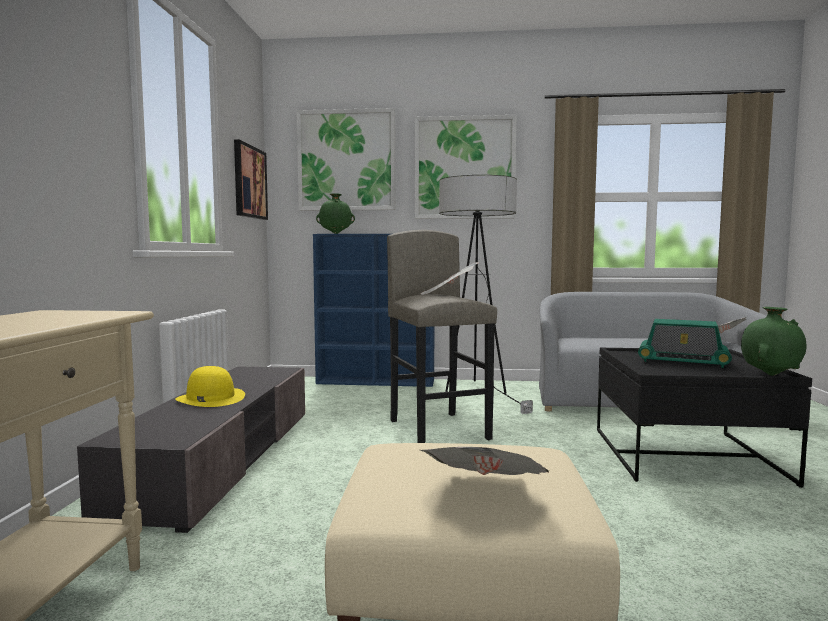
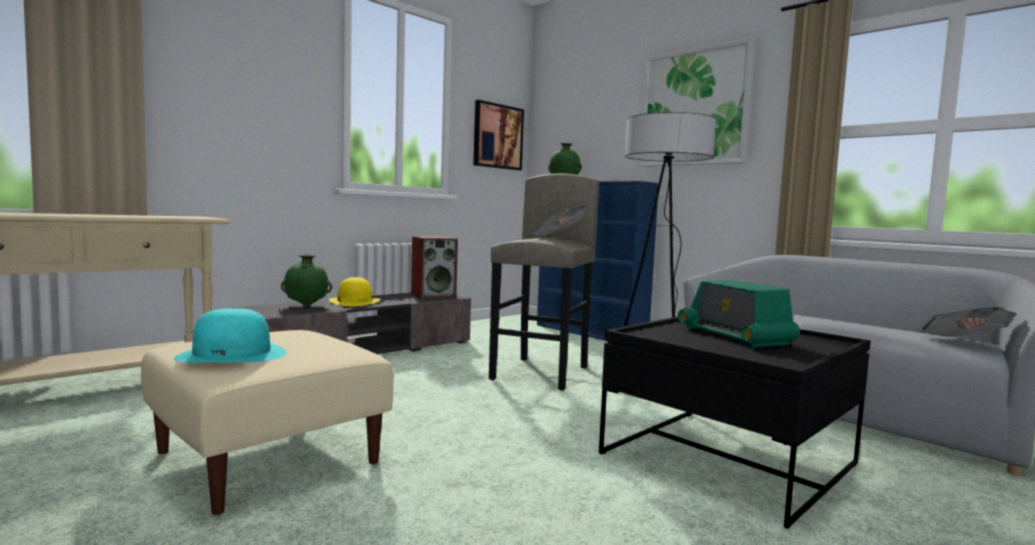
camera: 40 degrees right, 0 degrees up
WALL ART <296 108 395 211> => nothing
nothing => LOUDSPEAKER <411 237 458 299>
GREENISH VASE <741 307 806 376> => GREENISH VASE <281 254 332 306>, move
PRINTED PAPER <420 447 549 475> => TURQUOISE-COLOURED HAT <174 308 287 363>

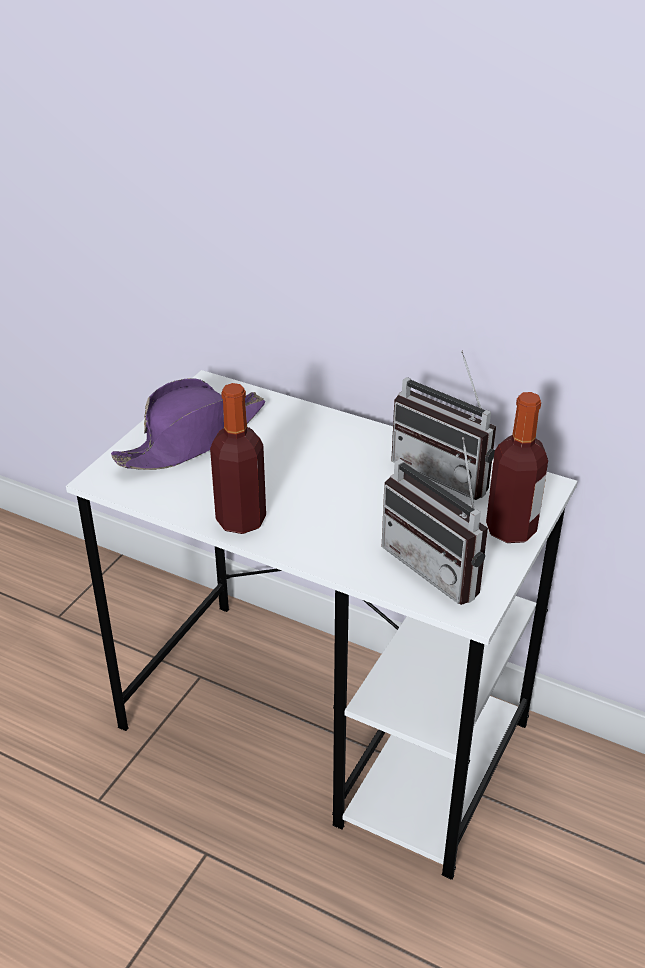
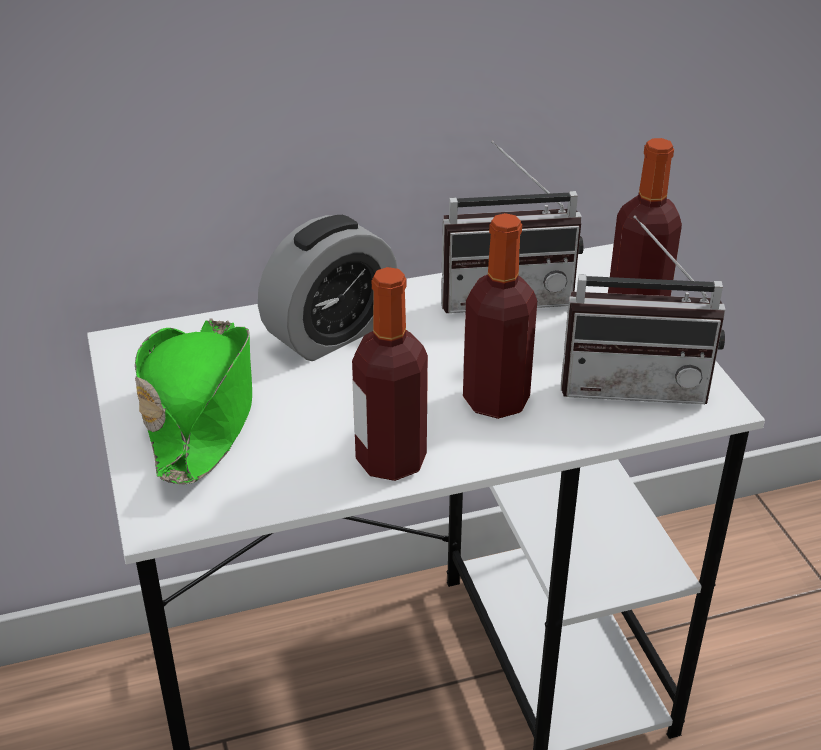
camera: 45 degrees left, 0 degrees up
nothing => TABLE CLOCK <258 215 397 361>
nothing => BEVERAGE BOTTLE <463 213 537 419>
PURPLE HAT <111 378 265 470> => GREENISH HAT <135 319 252 484>

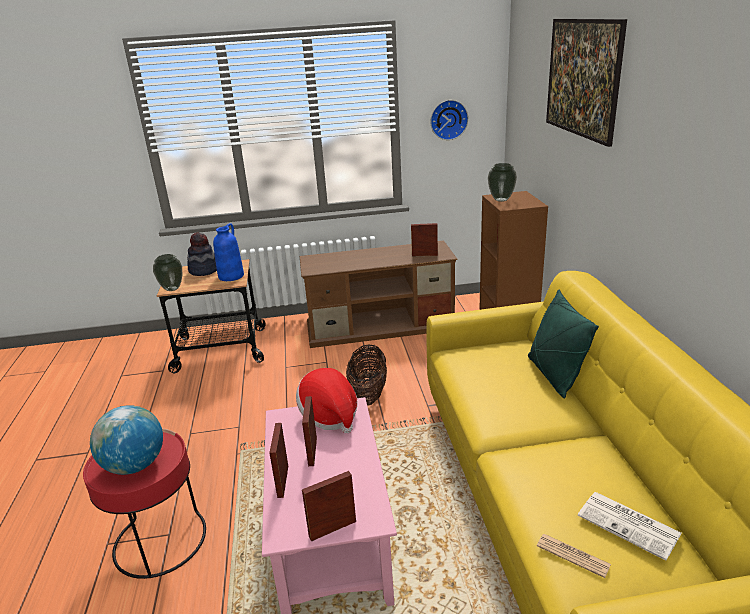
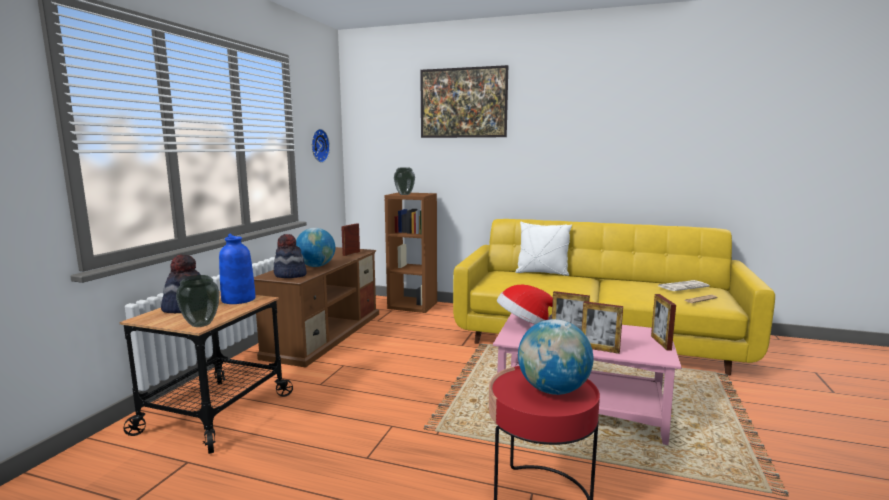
camera: 65 degrees left, 15 degrees down
STORAGE BASKET <346 345 387 406> => nothing
nothing => HAT <273 234 307 278>
nothing => DESK GLOBE <296 228 335 267>
GREENISH PILLOW <528 290 599 398> => WHITE-COLOURED PILLOW <515 221 572 276>

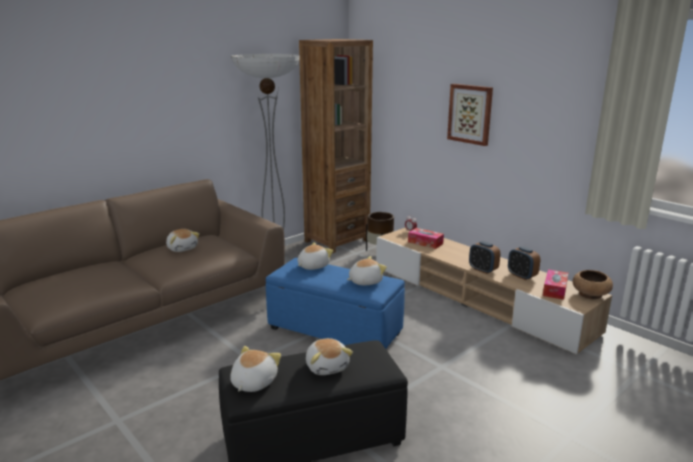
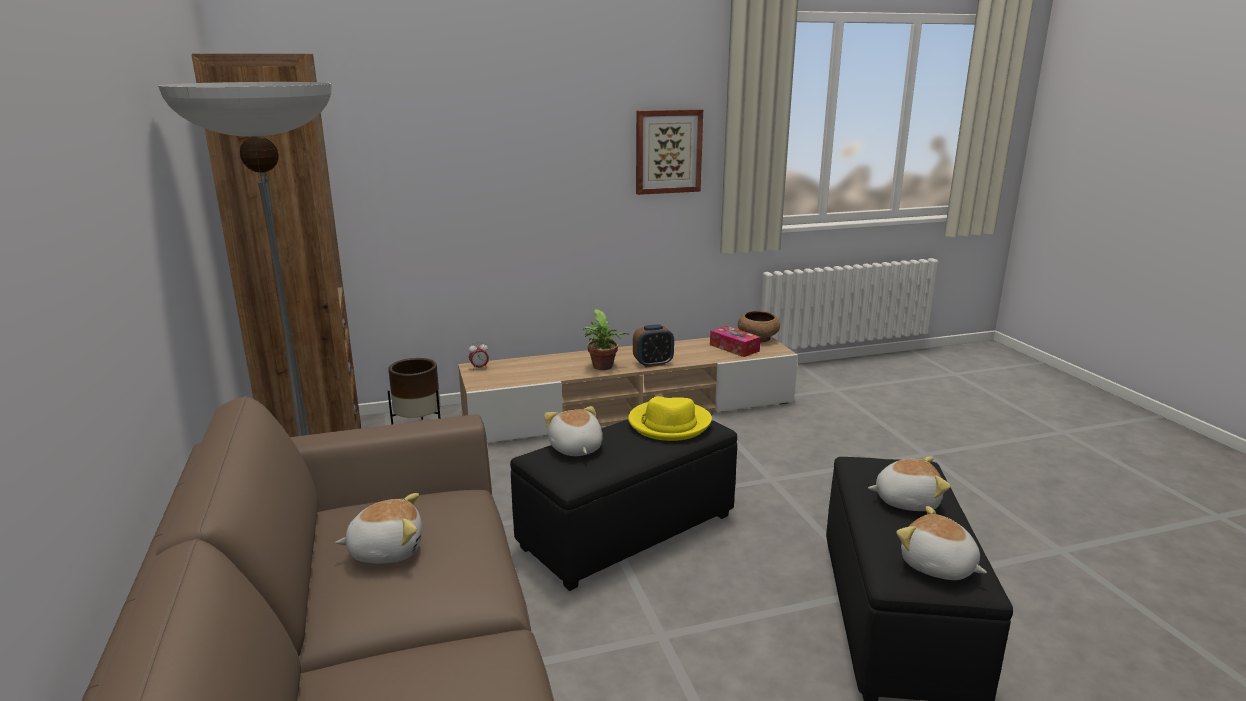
camera: 65 degrees left, 0 degrees up
TISSUE BOX <408 228 444 249> => nothing
TABLE CLOCK <508 246 540 280> => nothing
nothing => HOUSEPLANT <583 309 629 370>
WALL ART <447 84 493 146> => WALL ART <636 109 703 195>, move
CUDDLY TOY <347 256 387 285> => YELLOW-COLOURED HAT <628 396 712 441>
BLUISH FOOTREST <266 258 405 349> => BLACK-COLOURED FOOTREST <510 419 737 591>

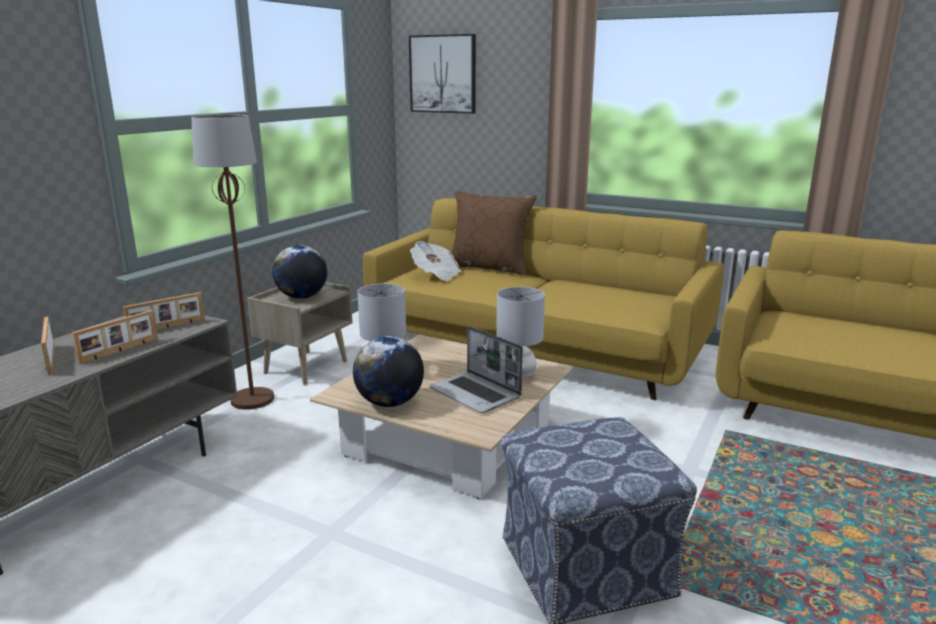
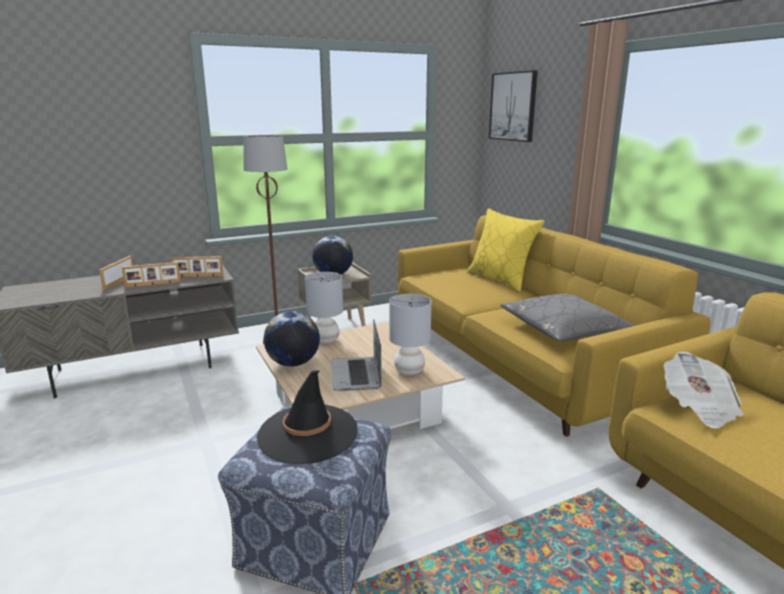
camera: 35 degrees right, 0 degrees up
nothing => BLACK-COLOURED HAT <257 370 358 464>
nothing => GREY PILLOW <500 294 635 341>
PRINTED PAPER <410 241 461 281> => PRINTED PAPER <663 352 744 429>, move
BROWN-COLOURED PILLOW <451 190 537 276> => YELLOW-COLOURED PILLOW <466 208 545 292>

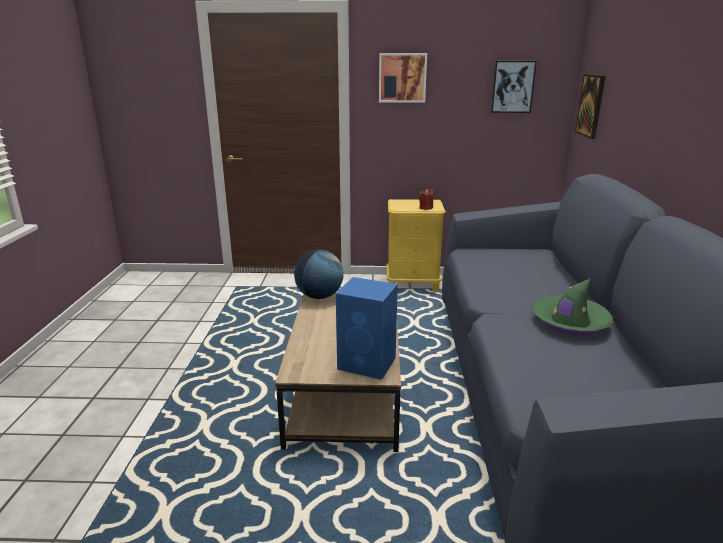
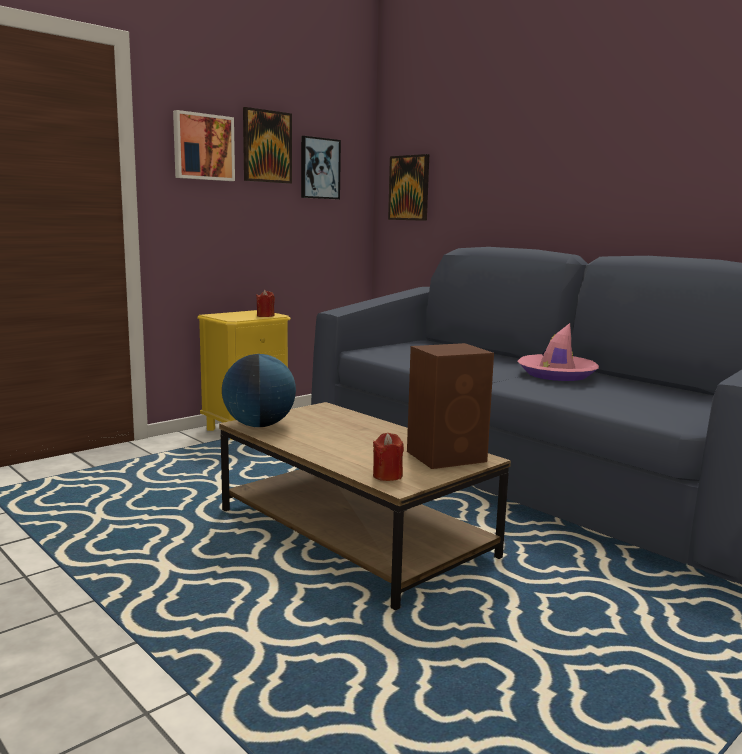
camera: 45 degrees left, 10 degrees down
nothing => WALL ART <243 107 292 184>
nothing => RED WAX LIGHT <373 433 404 481>
BLUISH LOUDSPEAKER <336 277 398 380> => BROWN-COLOURED LOUDSPEAKER <407 343 494 469>
GREENISH HAT <532 278 613 336> => PINK HAT <517 323 599 381>

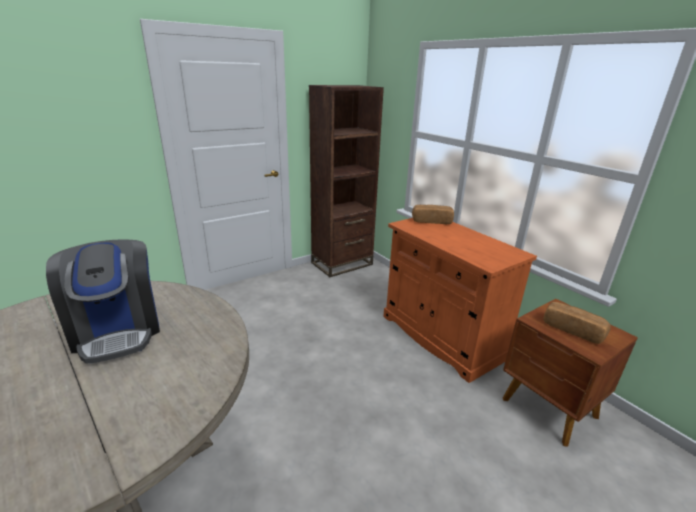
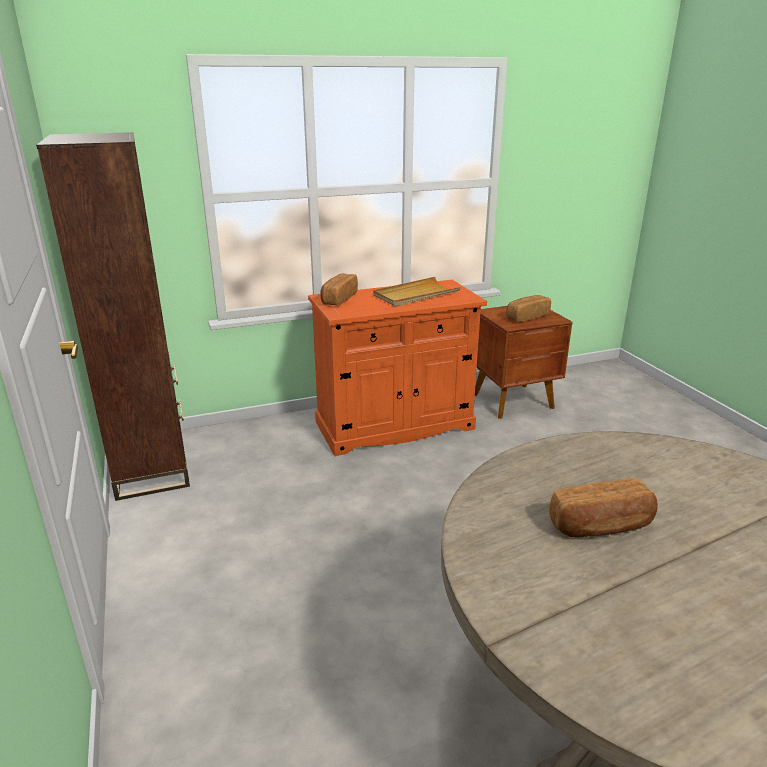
camera: 75 degrees left, 0 degrees up
nothing => SAND-COLOURED SERVING TRAY <373 277 461 307>
COFFEE MACHINE <46 239 160 364> => BAKERY BREAD <549 478 658 537>

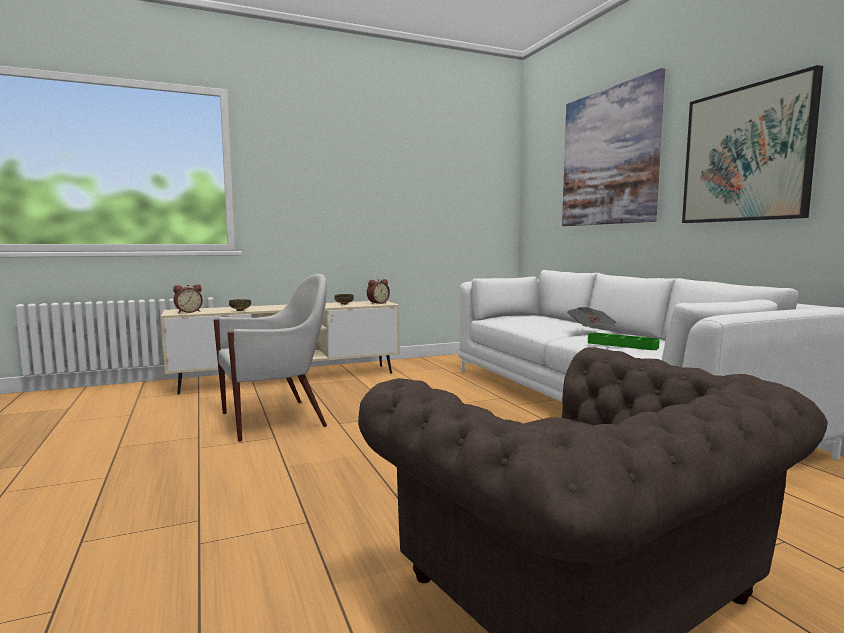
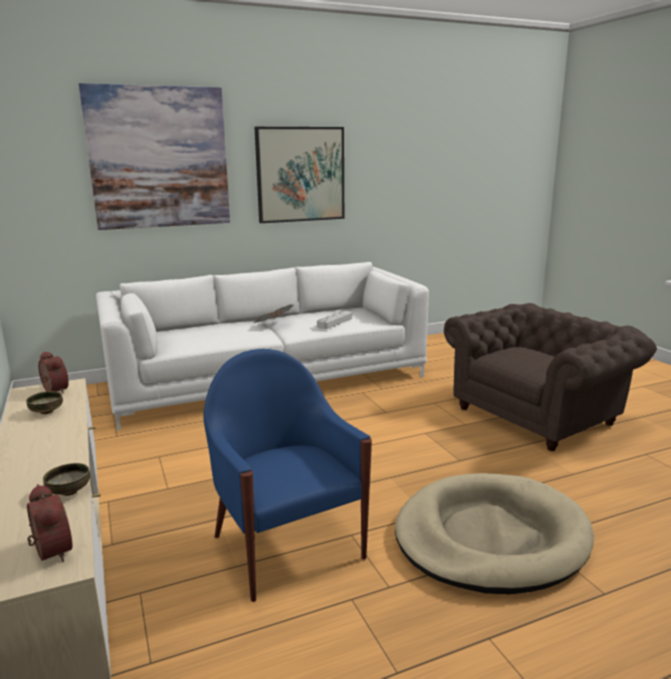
camera: 90 degrees left, 10 degrees up
nothing => SAND-COLOURED PET BED <395 473 594 594>
WHITE-COLOURED ARMCHAIR <214 274 327 441> => BLUISH ARMCHAIR <203 349 372 602>
GREENISH SERVING TRAY <588 333 660 350> => GREY SERVING TRAY <317 311 352 329>

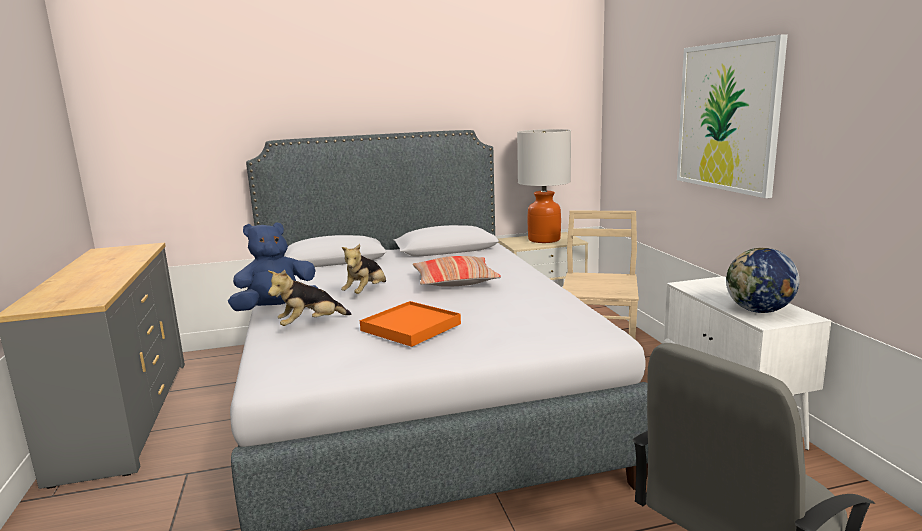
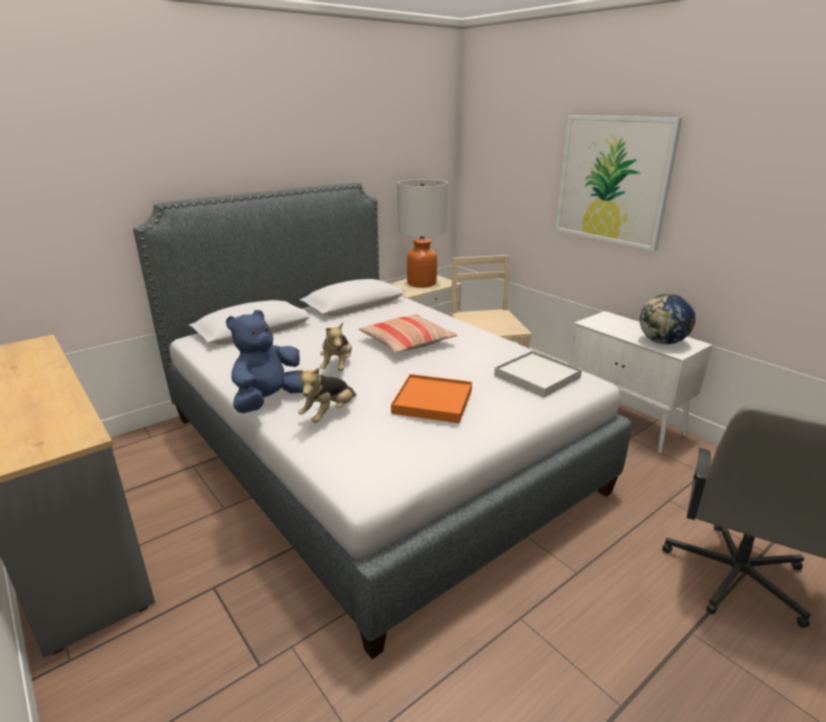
camera: 25 degrees left, 10 degrees up
nothing => WHITE-COLOURED SERVING TRAY <494 351 582 397>

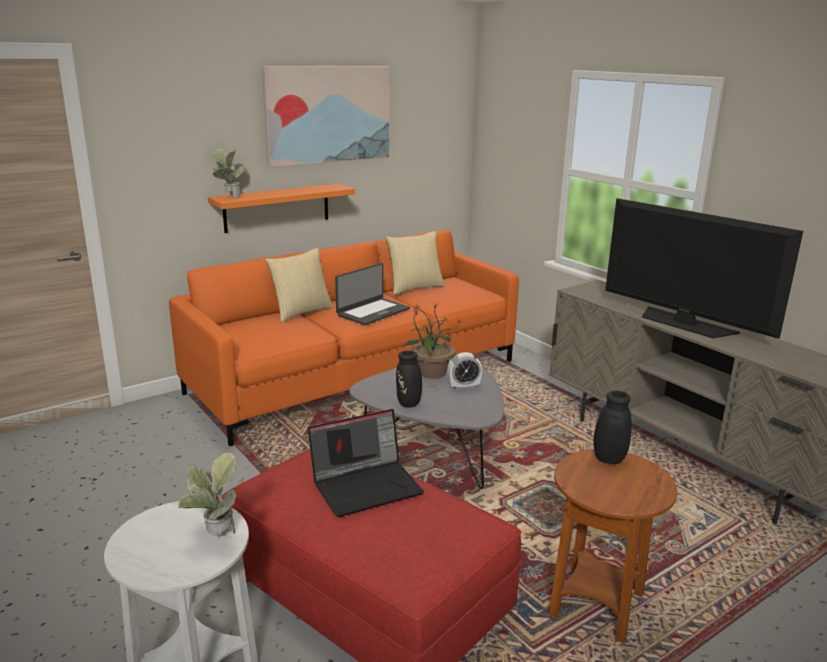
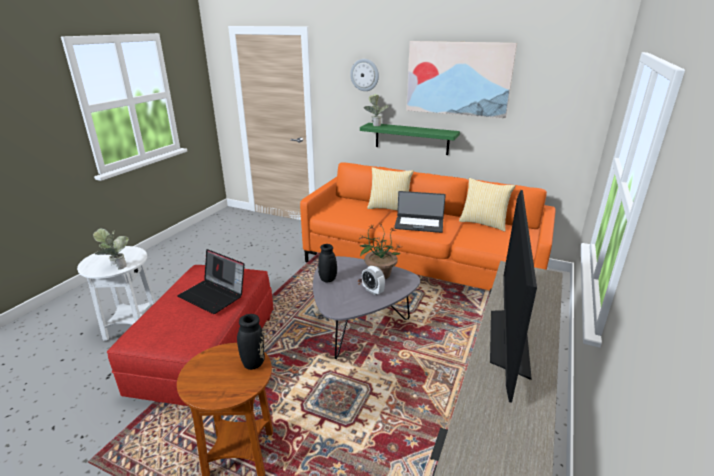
camera: 60 degrees right, 5 degrees up
nothing => CLOCK ON THE WALL <350 59 379 91>
ORANGE BRACKET SHELF <208 184 355 233> => GREENISH BRACKET SHELF <360 123 460 155>

